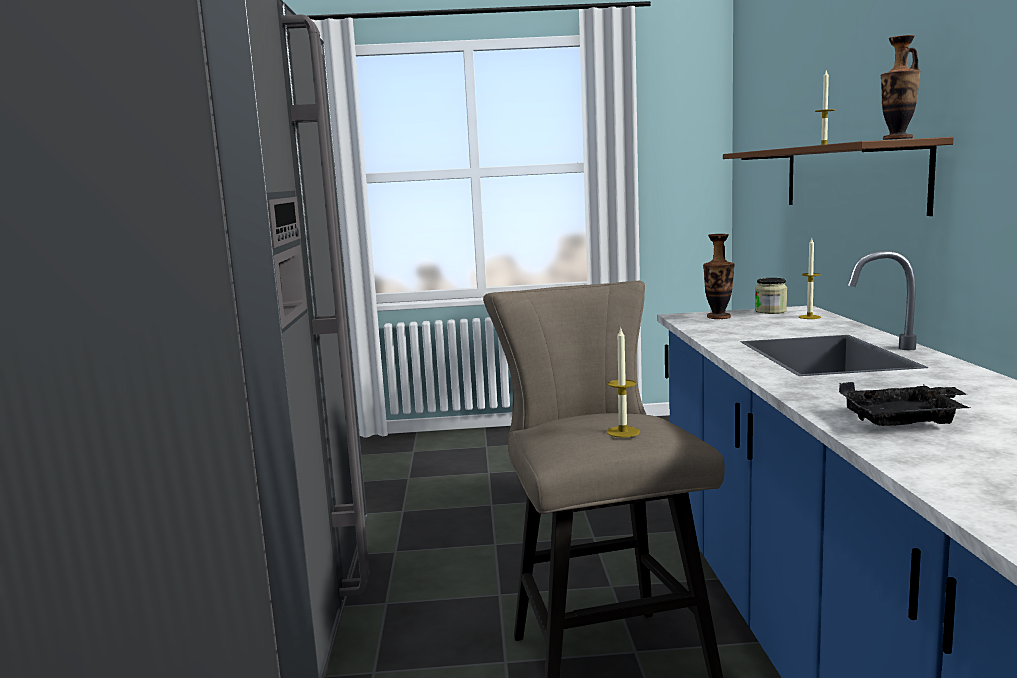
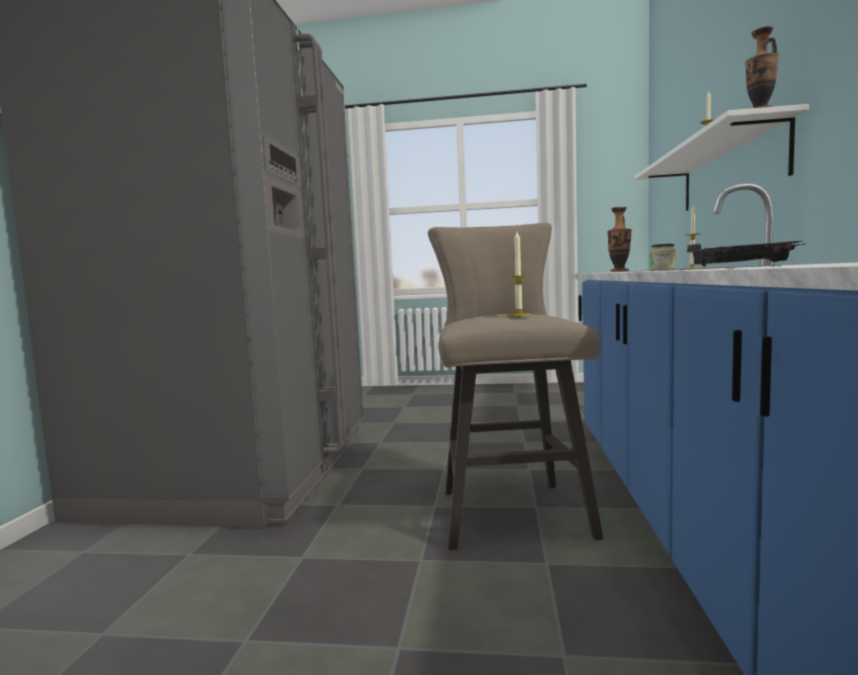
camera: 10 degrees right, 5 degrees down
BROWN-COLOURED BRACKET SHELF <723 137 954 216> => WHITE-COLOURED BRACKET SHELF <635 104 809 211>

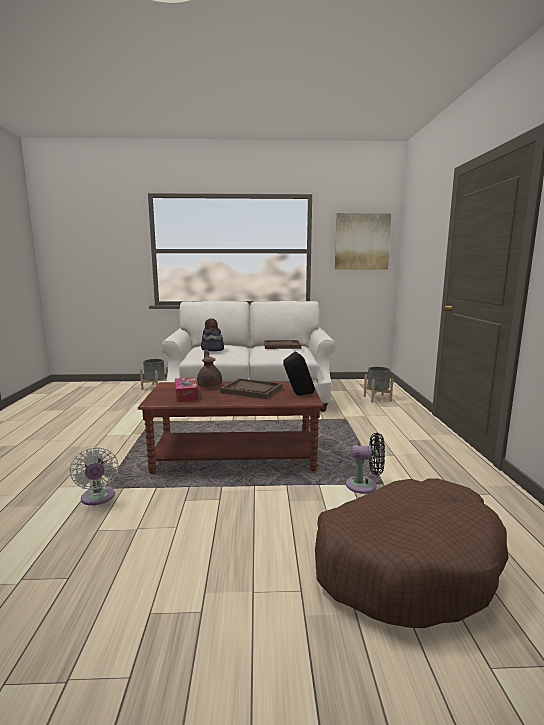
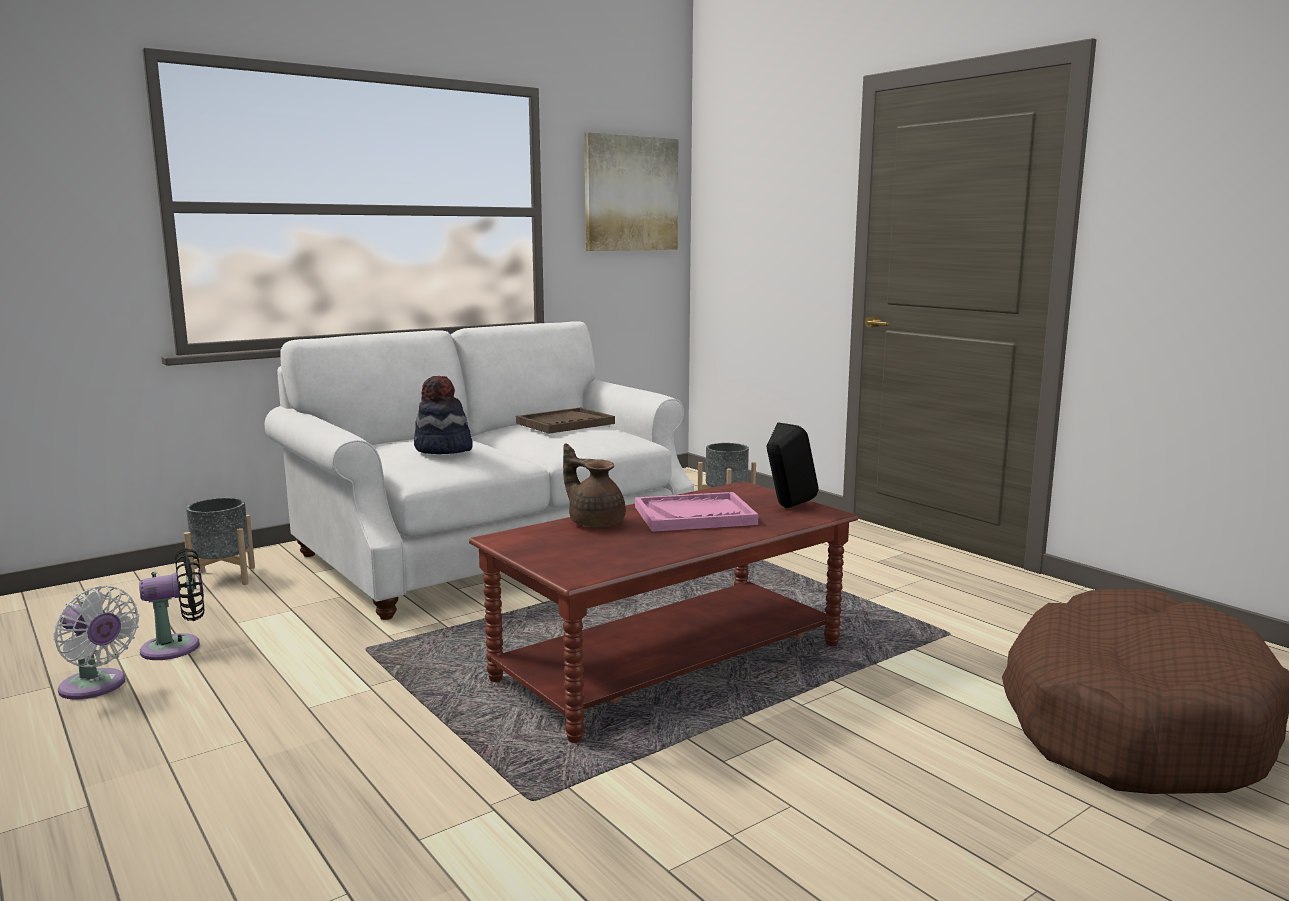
camera: 35 degrees left, 0 degrees up
TISSUE BOX <175 377 198 402> => nothing
WHITE-COLOURED COOLING FAN <69 447 119 505> => WHITE-COLOURED COOLING FAN <54 586 139 699>, move
BLACK-COLOURED COOLING FAN <346 433 385 494> => BLACK-COLOURED COOLING FAN <139 548 204 660>, move
BROWN-COLOURED SERVING TRAY <220 378 283 399> => PINK SERVING TRAY <635 492 758 532>

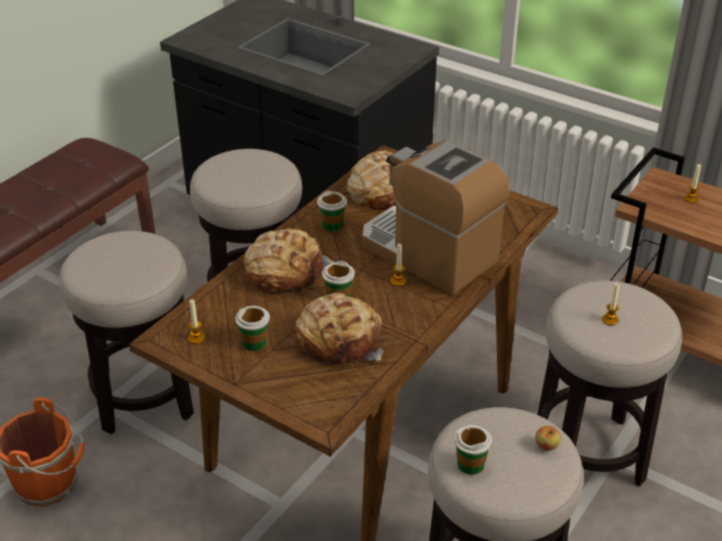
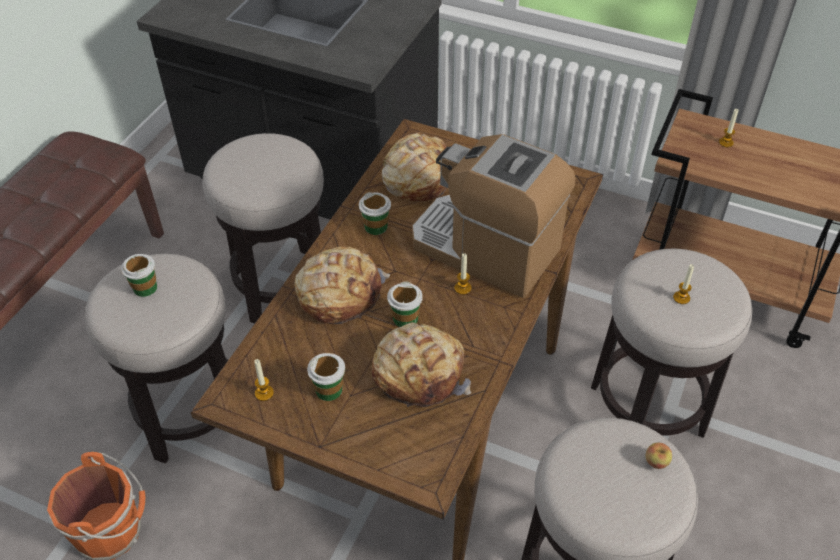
camera: 10 degrees left, 10 degrees up
SMALL CUP <454 425 492 475> => SMALL CUP <121 254 157 297>, move

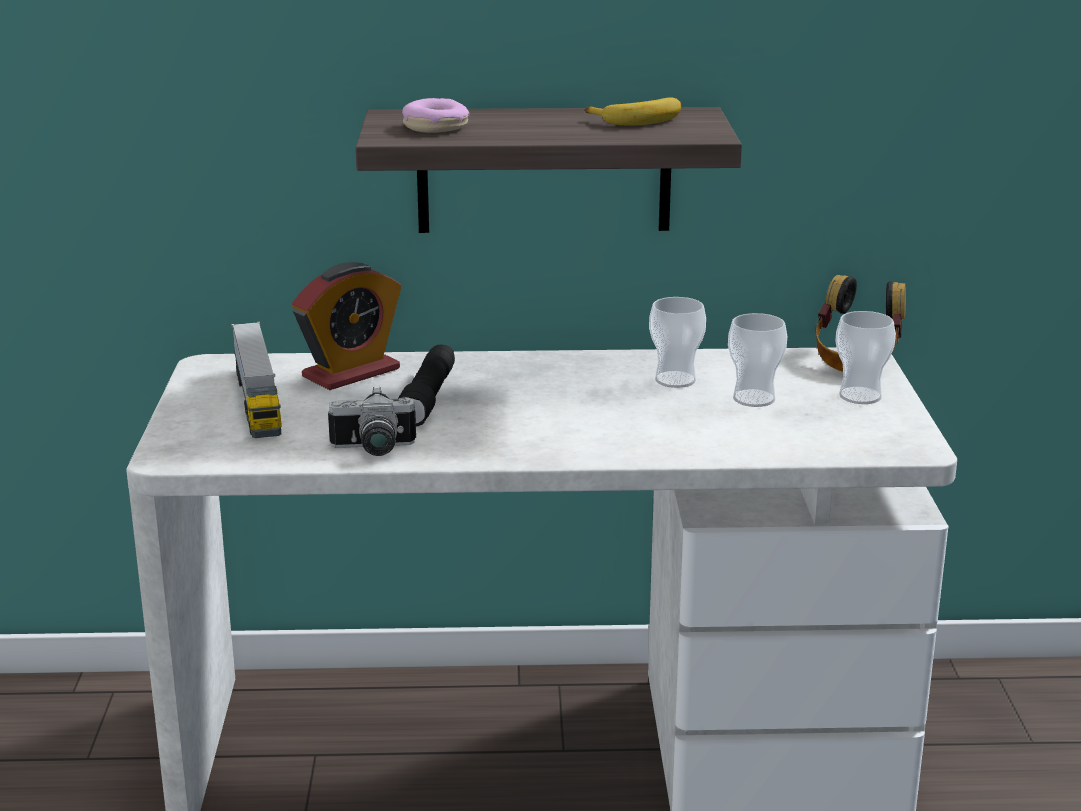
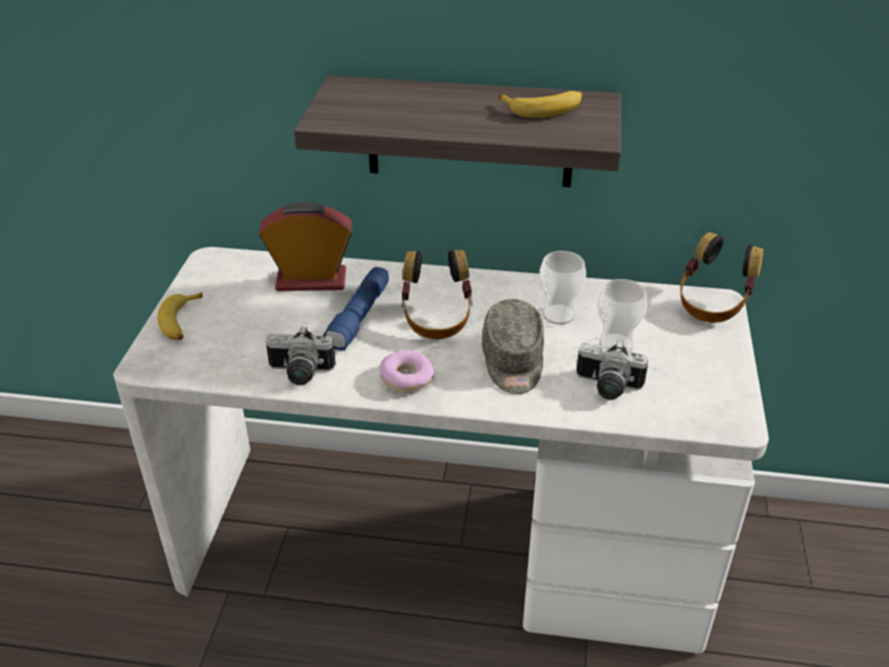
camera: 10 degrees right, 15 degrees up
MODEL TRUCK <231 322 282 438> => nothing
SMALL CUP <835 311 896 404> => nothing
nothing => BANANA <158 292 203 340>
nothing => HEADPHONES <402 250 472 339>
nothing => GREY CAP <482 299 544 394>
nothing => PHOTO CAMERA <577 341 648 400>
DOUGHNUT <402 98 469 133> => DOUGHNUT <379 350 434 393>, move
BLACK-COLOURED FLASHLIGHT <398 345 455 427> => BLUISH FLASHLIGHT <323 267 389 351>
TABLE CLOCK <292 262 401 390> => TABLE CLOCK <259 202 353 291>, 150 degrees counterclockwise

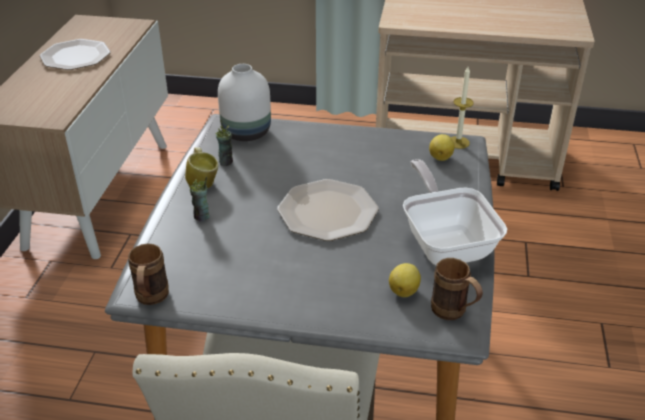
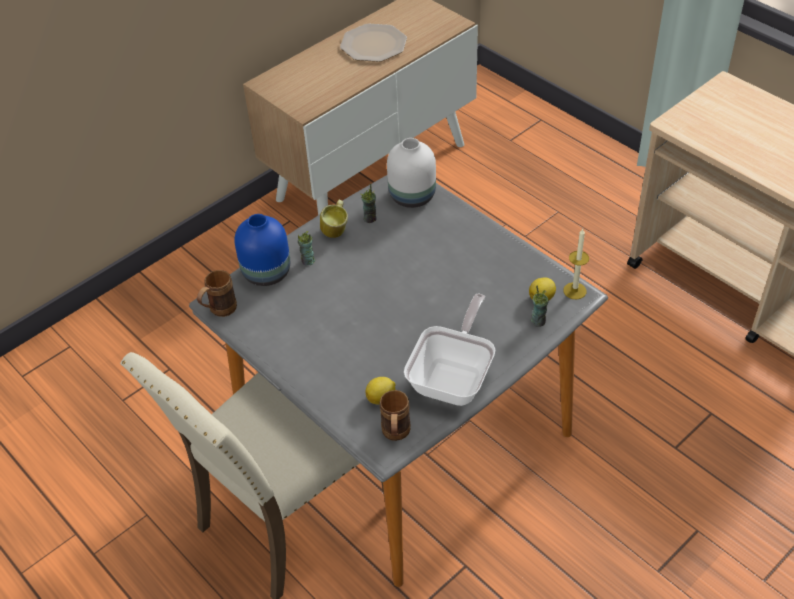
camera: 40 degrees right, 10 degrees up
PLATE <277 179 379 241> => nothing
nothing => BLUISH VASE <234 214 290 286>
nothing => SMALL CUP <531 286 549 327>

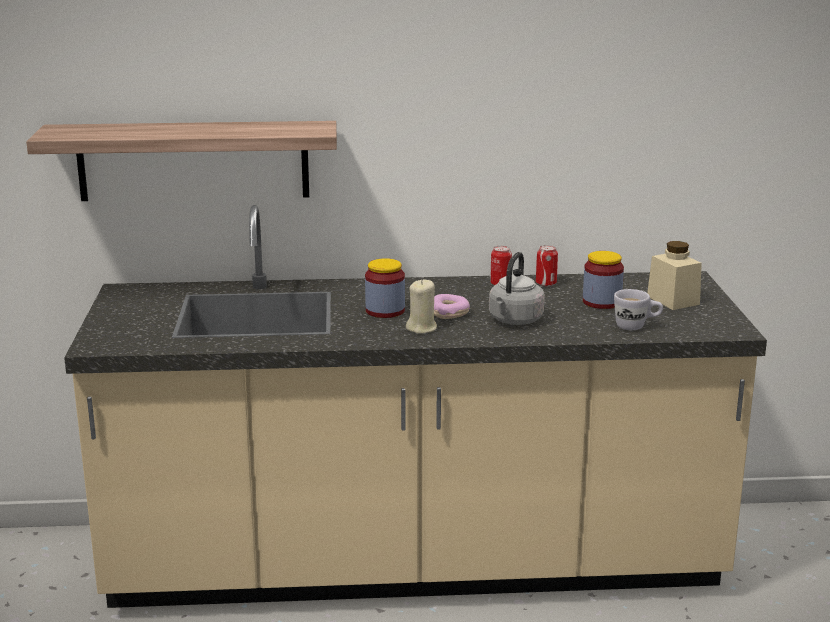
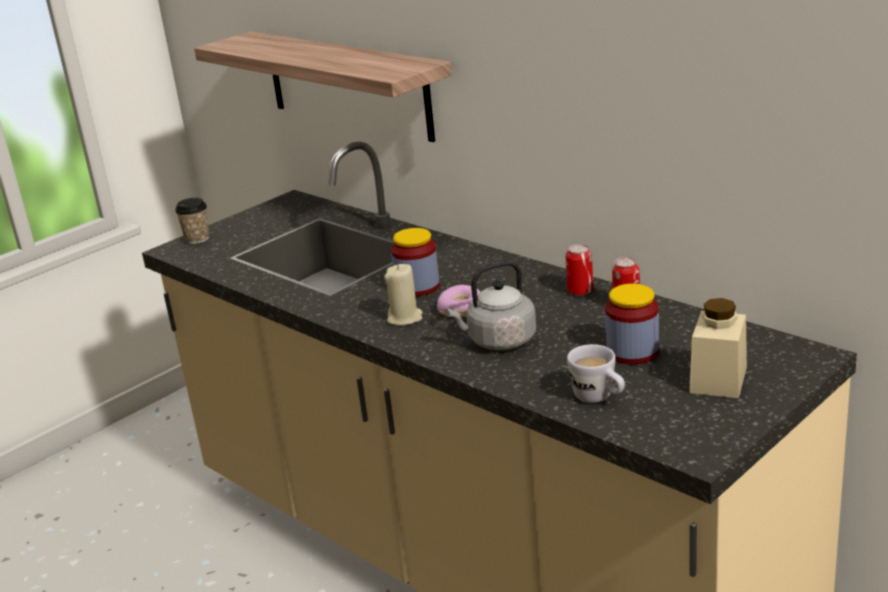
camera: 50 degrees right, 5 degrees up
nothing => SMALL CUP <175 198 209 244>

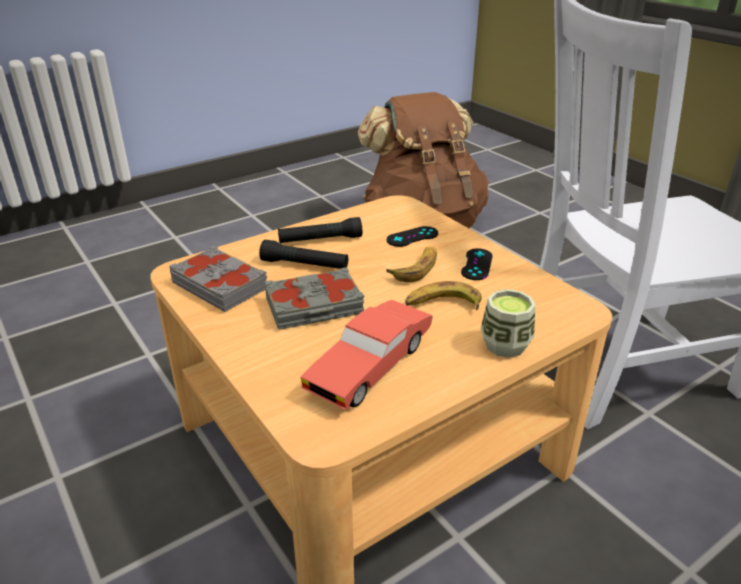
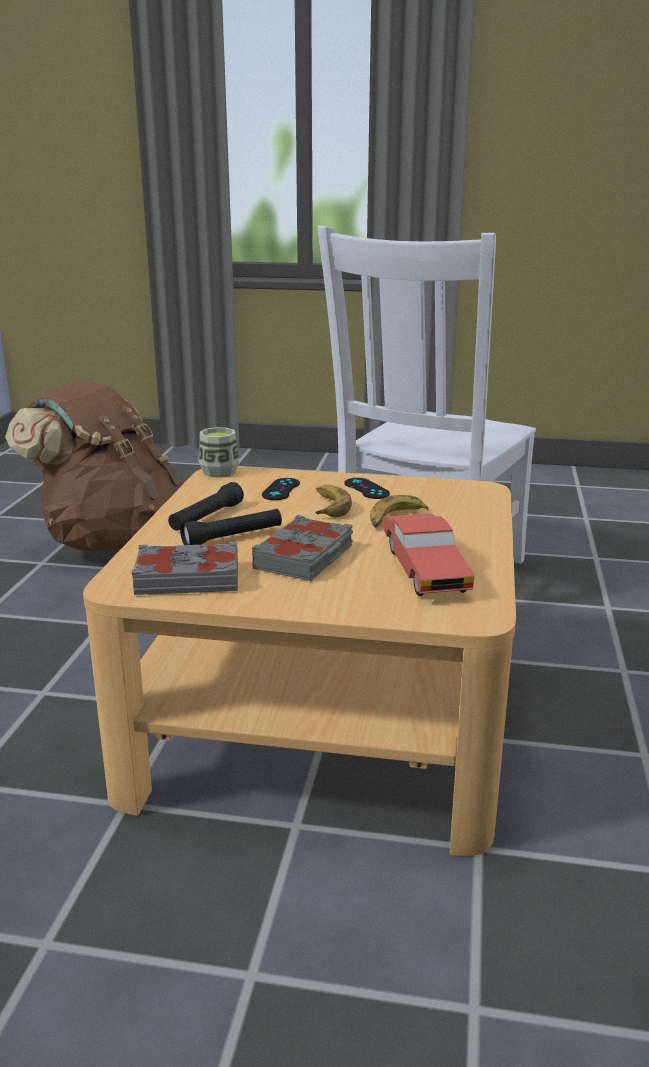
camera: 45 degrees left, 10 degrees down
SMALL CUP <481 289 535 358> => SMALL CUP <198 427 239 478>, move

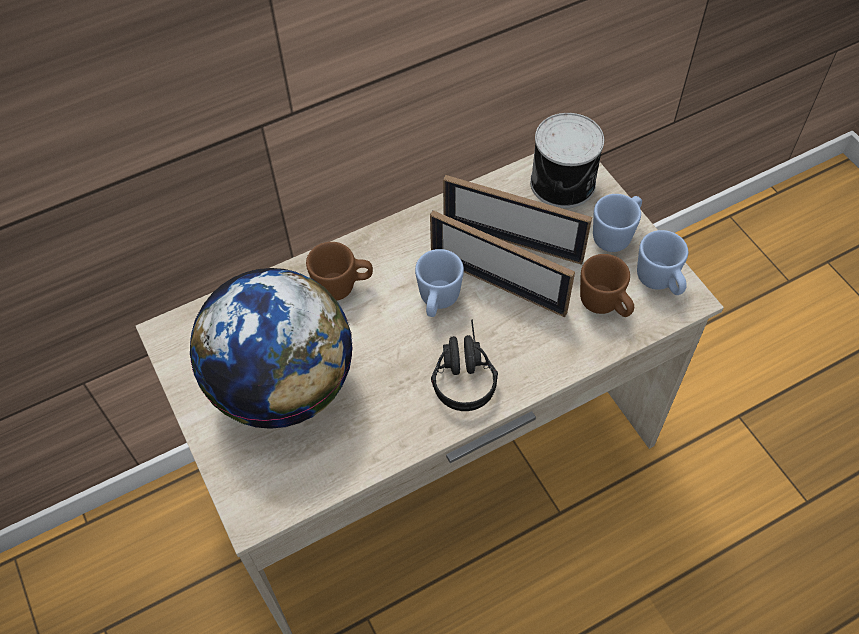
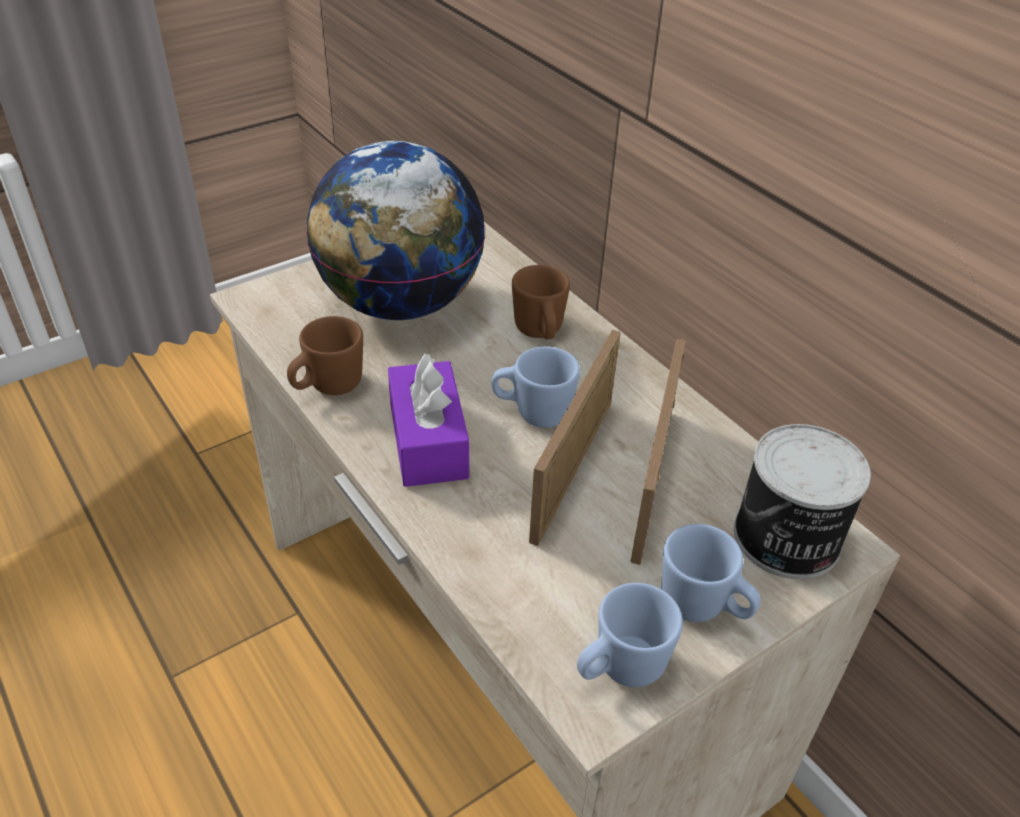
camera: 80 degrees right, 15 degrees down
BROWN-COLOURED COFFEE MUG <580 254 634 317> => BROWN-COLOURED COFFEE MUG <287 316 363 395>, move
BLACK-COLOURED HEADPHONES <431 320 498 411> => PURPLE TISSUE BOX <388 353 469 487>

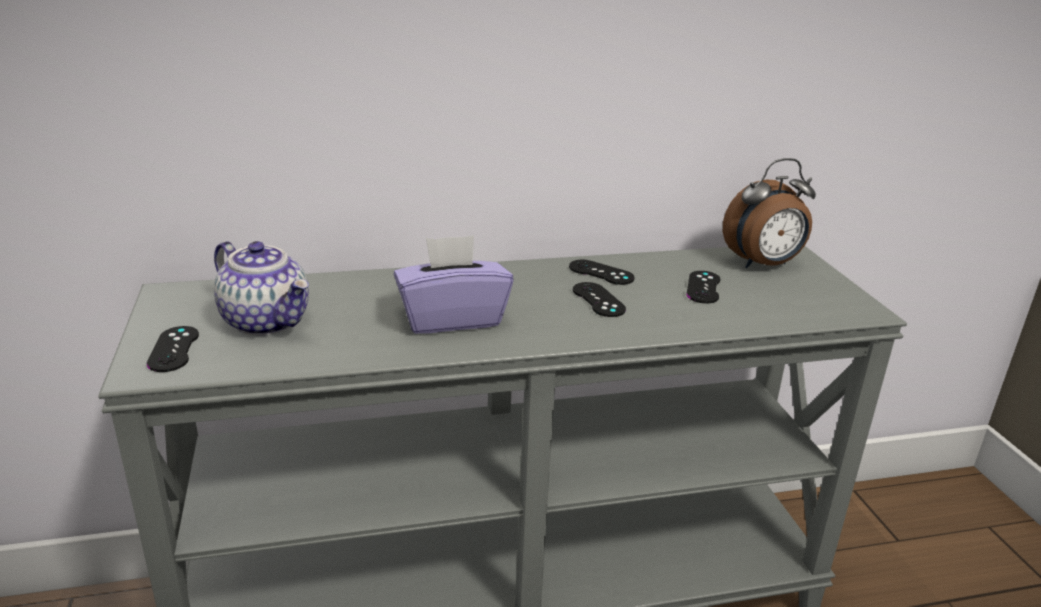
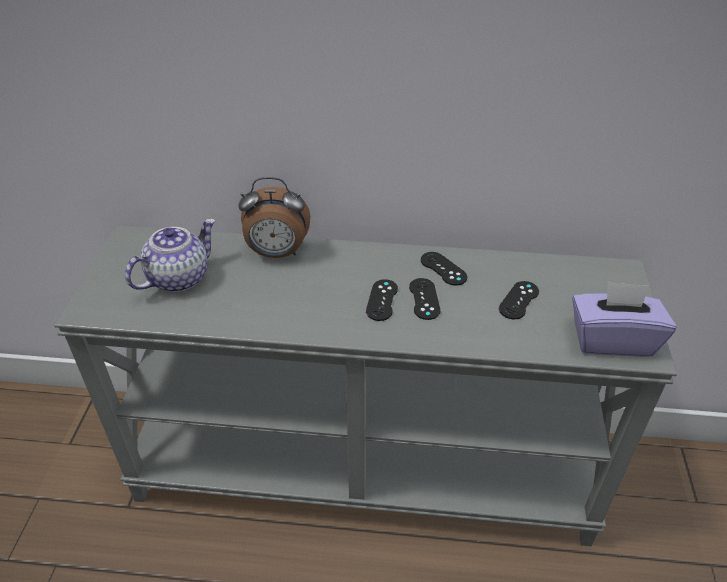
camera: 20 degrees right, 15 degrees up
BLACK-COLOURED GAMEPAD <147 326 199 372> => BLACK-COLOURED GAMEPAD <366 279 398 321>, move
PURPLE TISSUE BOX <394 235 514 334> => PURPLE TISSUE BOX <572 282 677 357>, move
TABLE CLOCK <723 158 816 268> => TABLE CLOCK <238 177 311 258>, move
POT FOR TEA <214 241 309 336> => POT FOR TEA <125 219 216 292>, 105 degrees counterclockwise

